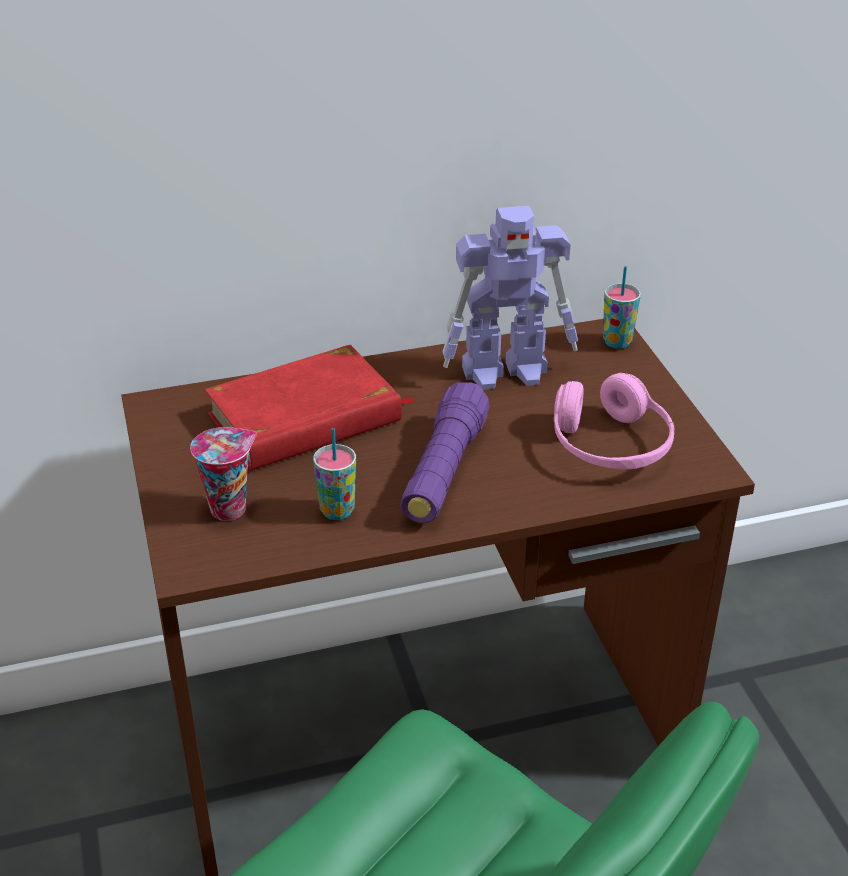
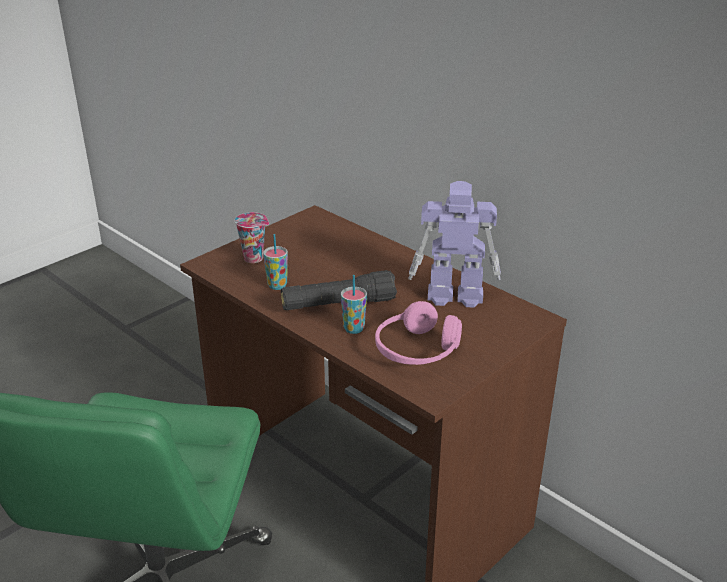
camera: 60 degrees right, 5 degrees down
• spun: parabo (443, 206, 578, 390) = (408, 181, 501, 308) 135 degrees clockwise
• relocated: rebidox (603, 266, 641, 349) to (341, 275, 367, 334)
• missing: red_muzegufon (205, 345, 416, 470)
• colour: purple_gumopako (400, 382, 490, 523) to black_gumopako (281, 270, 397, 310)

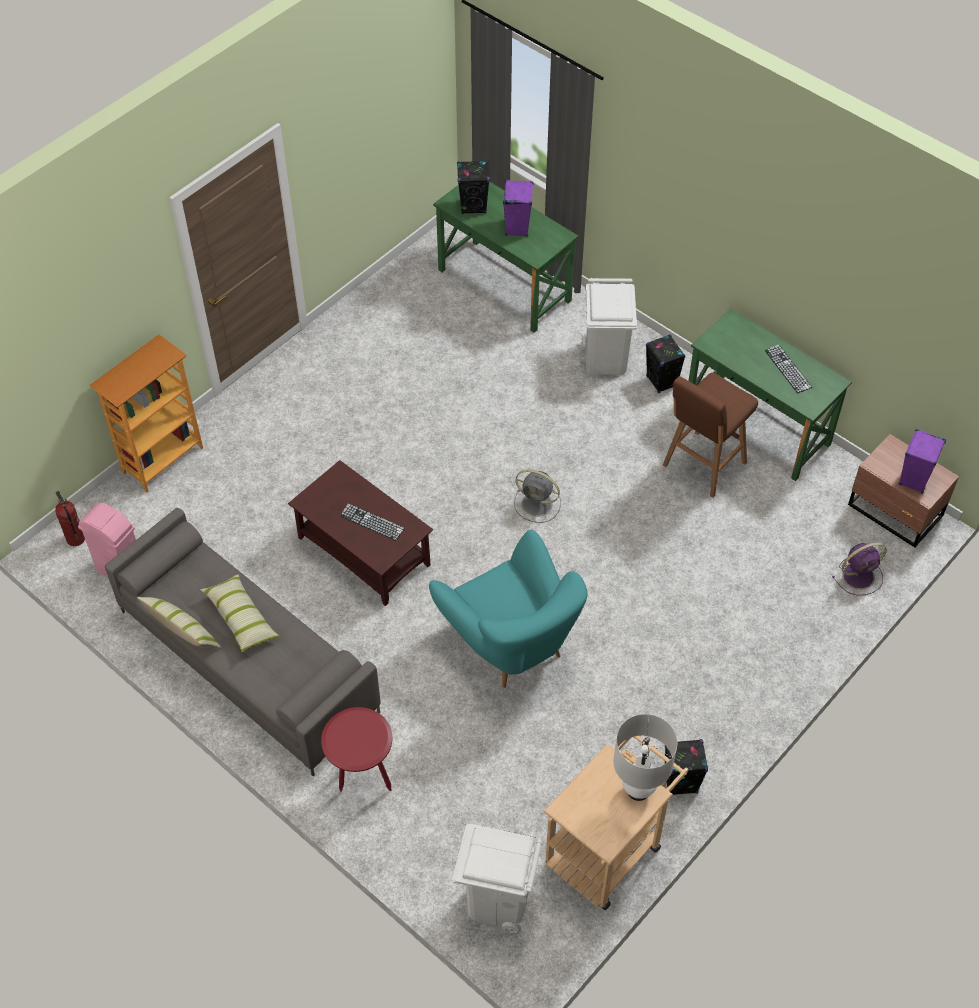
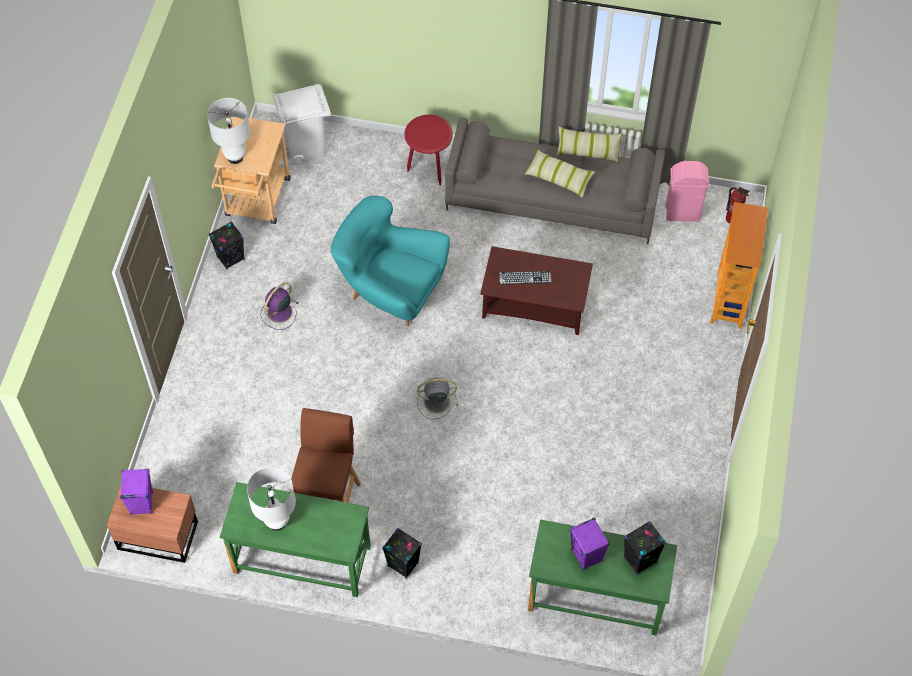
camera: 150 degrees right, 5 degrees up
• missing: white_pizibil (581, 278, 637, 375)
• exchanged: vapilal (765, 345, 812, 393) to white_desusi (247, 467, 296, 531)
• relocated: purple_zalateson (832, 542, 887, 595) to (261, 283, 298, 330)

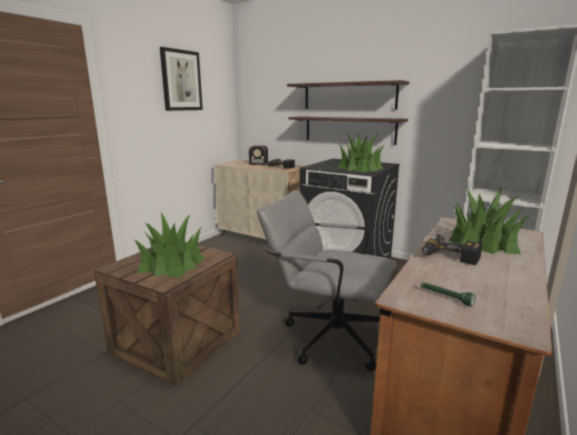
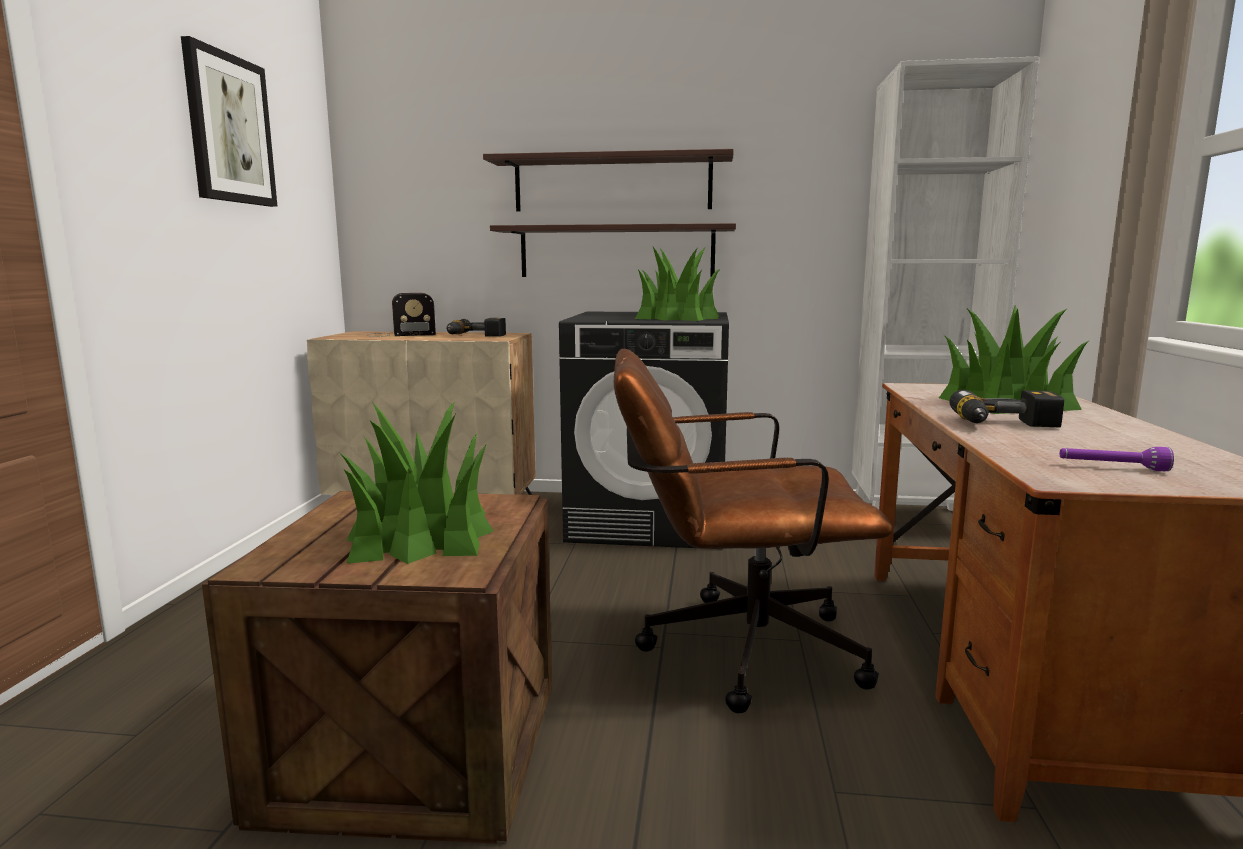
camera: 25 degrees left, 5 degrees down
• colour: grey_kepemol (257, 190, 396, 372) to brown_kepemol (614, 349, 893, 714)
• colour: green_gumopako (421, 282, 476, 307) to purple_gumopako (1060, 447, 1174, 471)

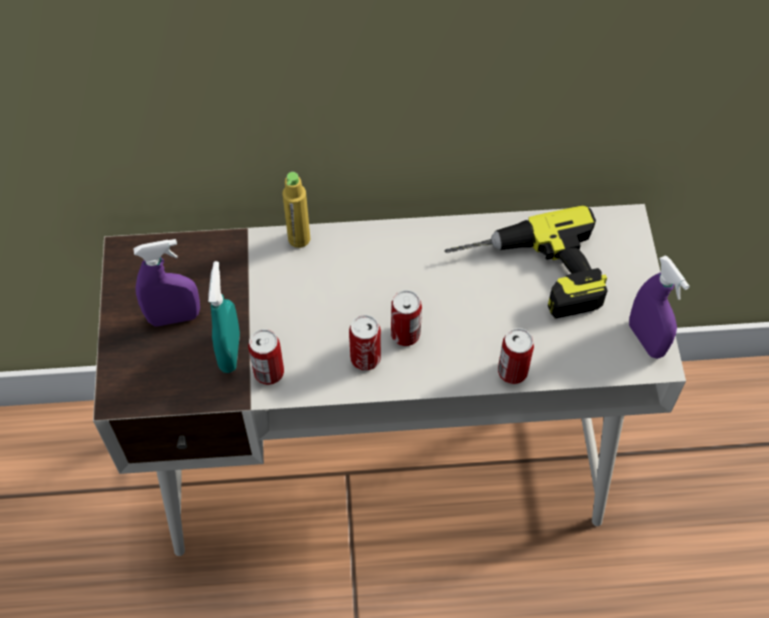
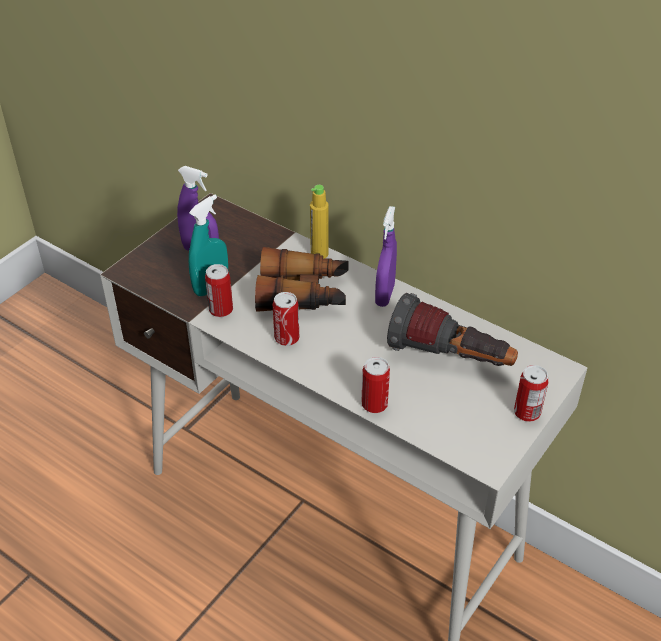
camera: 40 degrees right, 15 degrees down
• exchanged: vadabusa (444, 205, 608, 319) to gumopako (387, 293, 518, 366)
• relocated: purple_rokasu (629, 255, 690, 359) to (375, 206, 397, 307)
• relocated: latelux (391, 290, 422, 346) to (514, 365, 548, 422)
• appeared: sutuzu (255, 247, 349, 312)

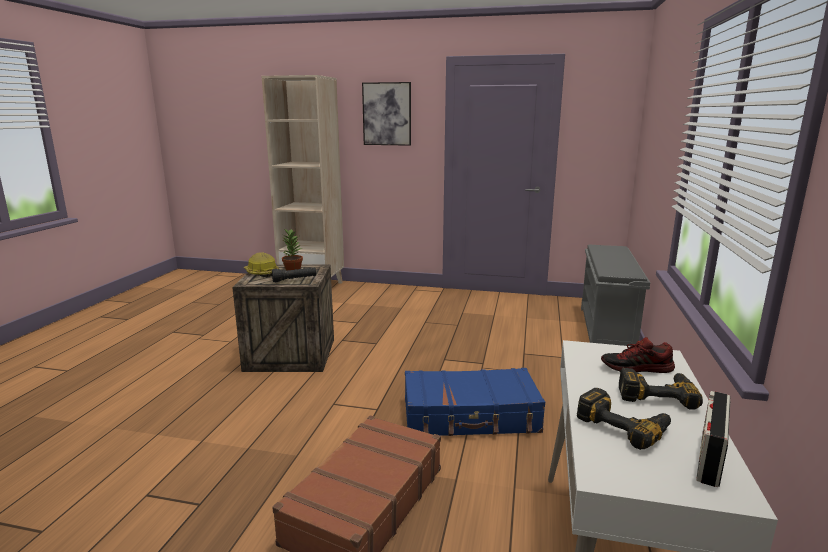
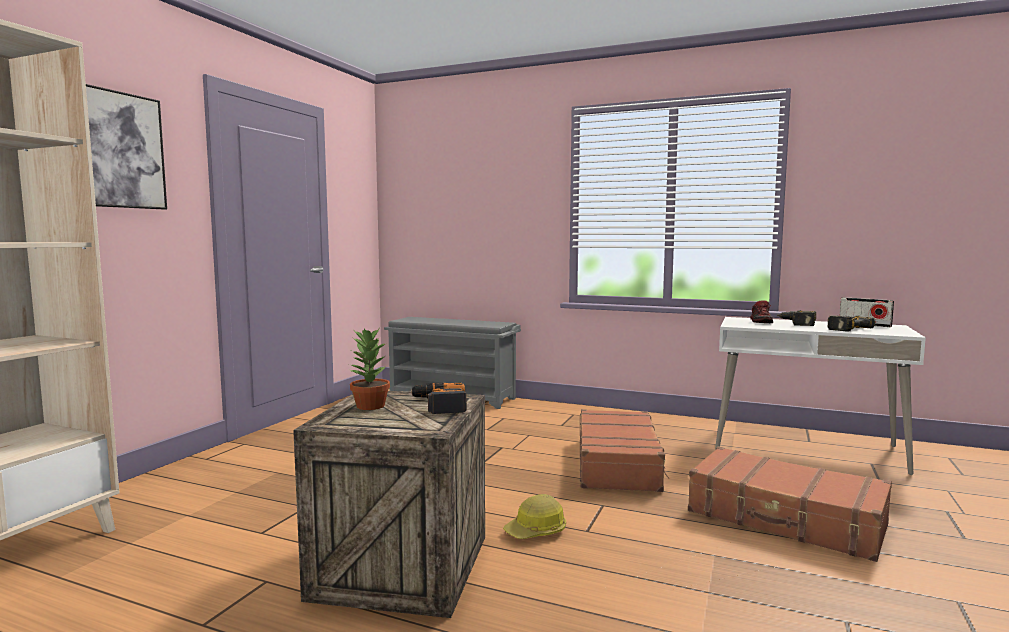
camera: 80 degrees left, 10 degrees down
• relocated: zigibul (244, 252, 279, 277) to (503, 494, 566, 539)
• exchanged: black_gumopako (272, 268, 316, 283) to vadabusa (409, 383, 467, 414)
• colour: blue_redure (405, 368, 545, 436) to brown_redure (580, 409, 669, 492)

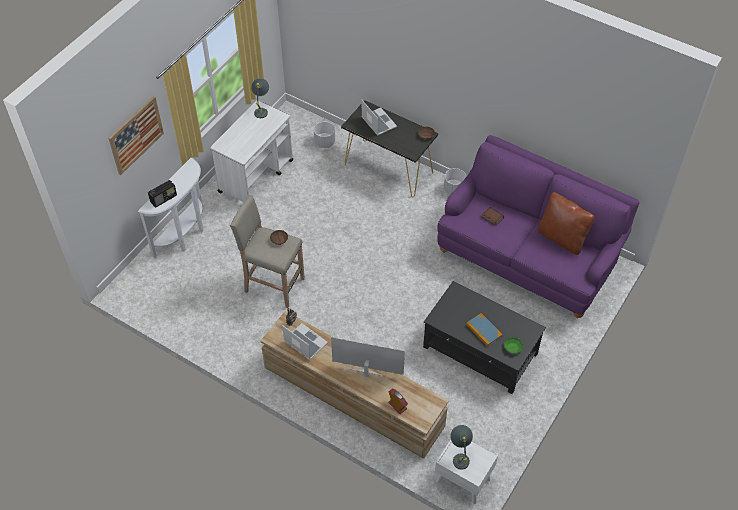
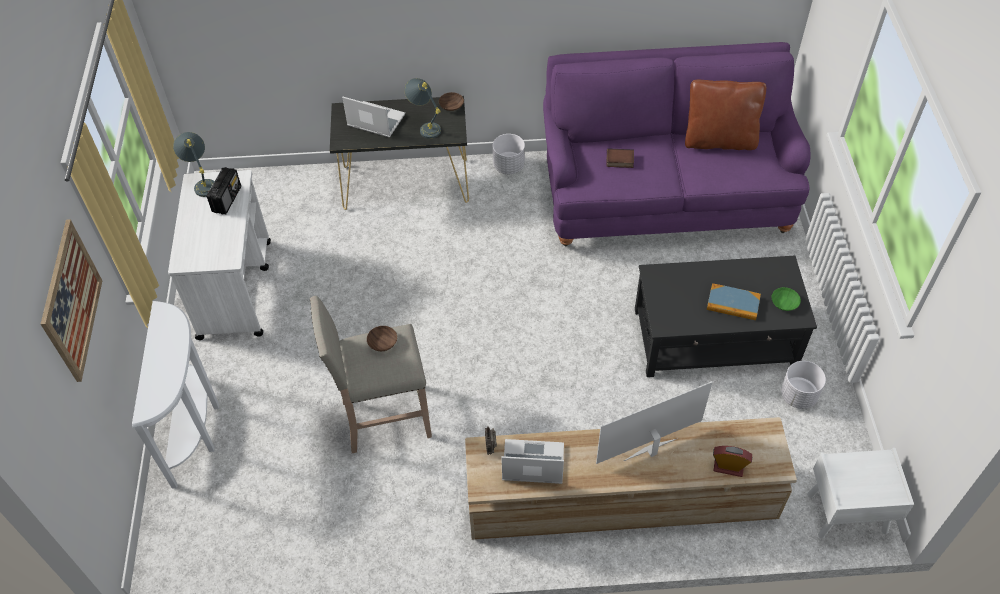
camera: 35 degrees left, 0 degrees up
• relocated: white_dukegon (314, 122, 335, 148) to (781, 361, 826, 409)
• relocated: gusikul (148, 180, 177, 208) to (207, 167, 241, 214)
• relocated: grey_desusi (450, 425, 473, 469) to (404, 78, 441, 139)

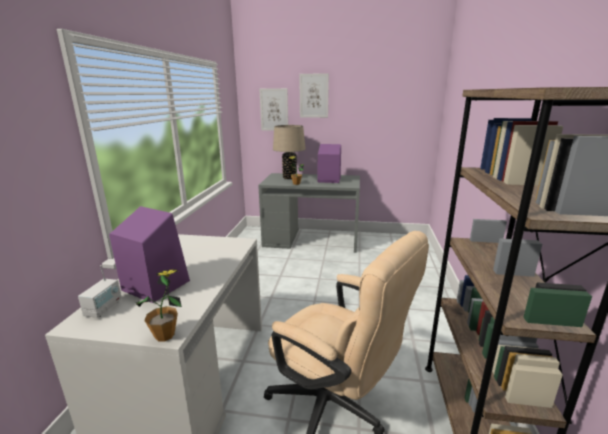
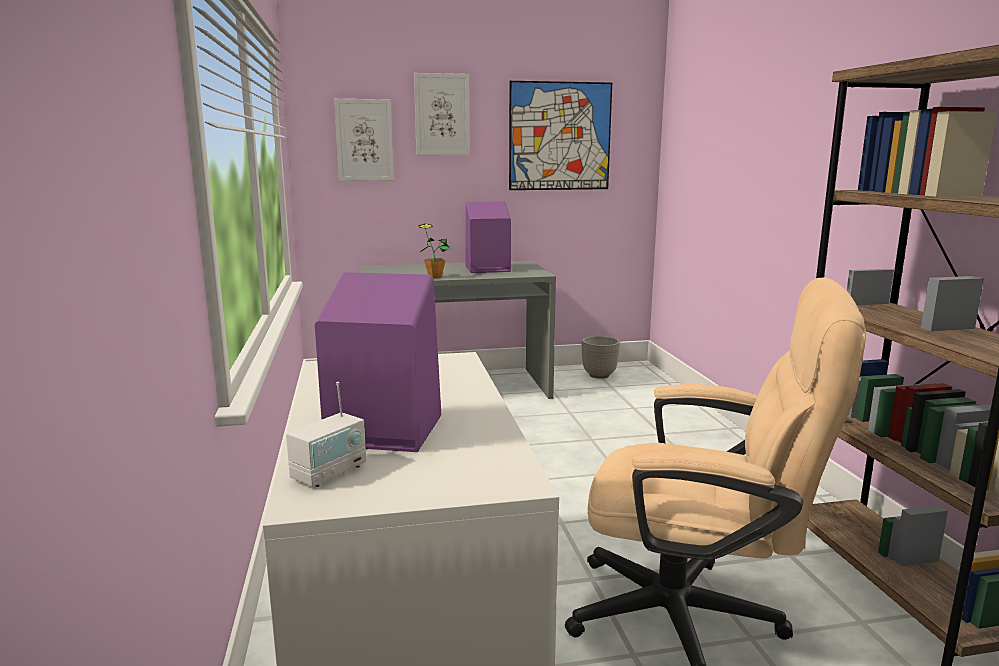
camera: 20 degrees left, 5 degrees down
• missing: beige_desusi (273, 125, 306, 179)
• spun: gusikul (78, 265, 122, 318) = (286, 382, 366, 487) 45 degrees clockwise
• missing: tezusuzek (136, 269, 182, 342)
• appeared: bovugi (509, 81, 612, 190)
• appeared: dukegon (582, 336, 620, 379)

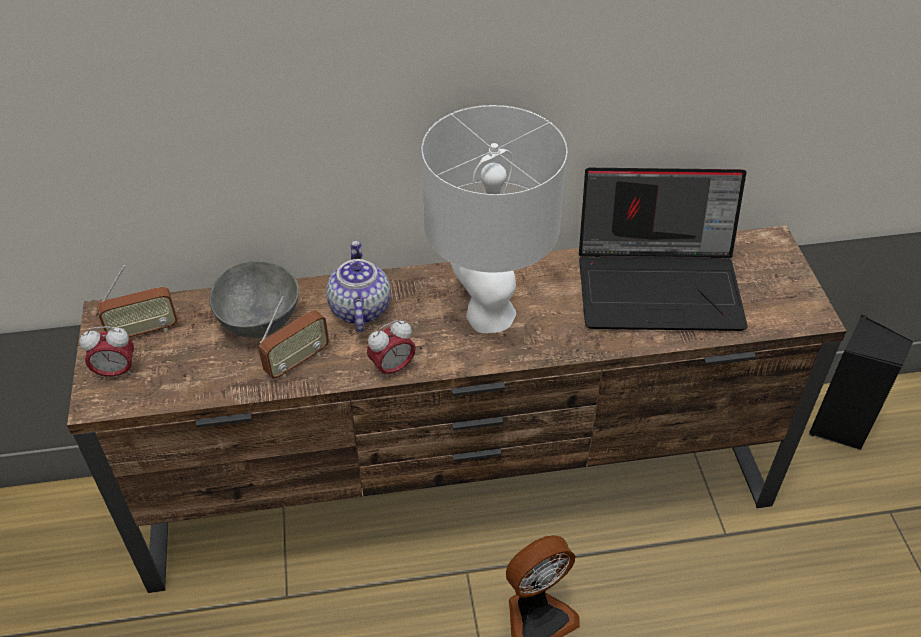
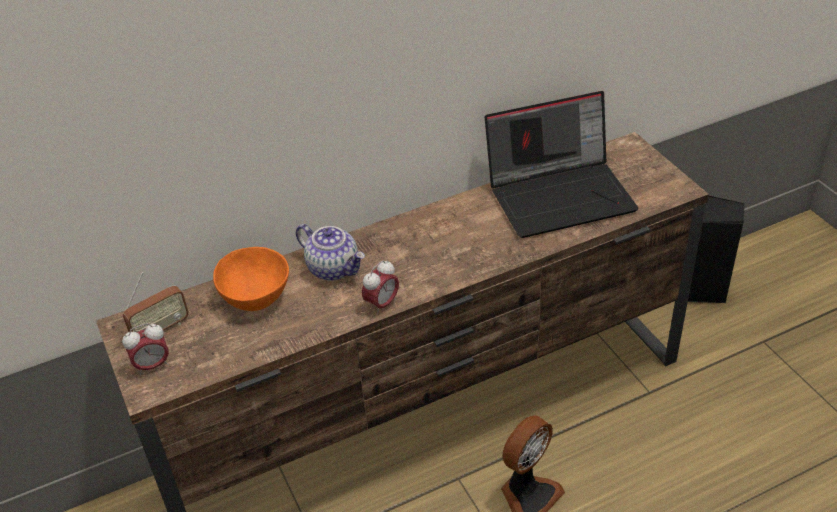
camera: 15 degrees left, 5 degrees down
• missing: white_desusi (422, 105, 567, 333)
• spun: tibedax (326, 240, 391, 332) = (296, 224, 365, 281) 150 degrees clockwise
• colour: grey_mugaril (209, 261, 299, 338) to orange_mugaril (213, 247, 289, 311)
• missing: gusikul (258, 296, 329, 379)

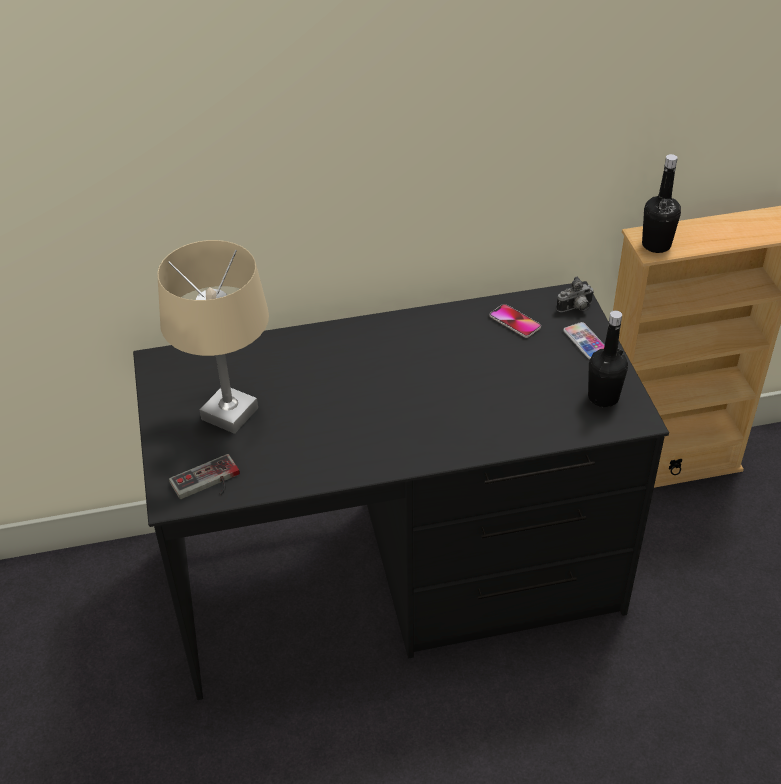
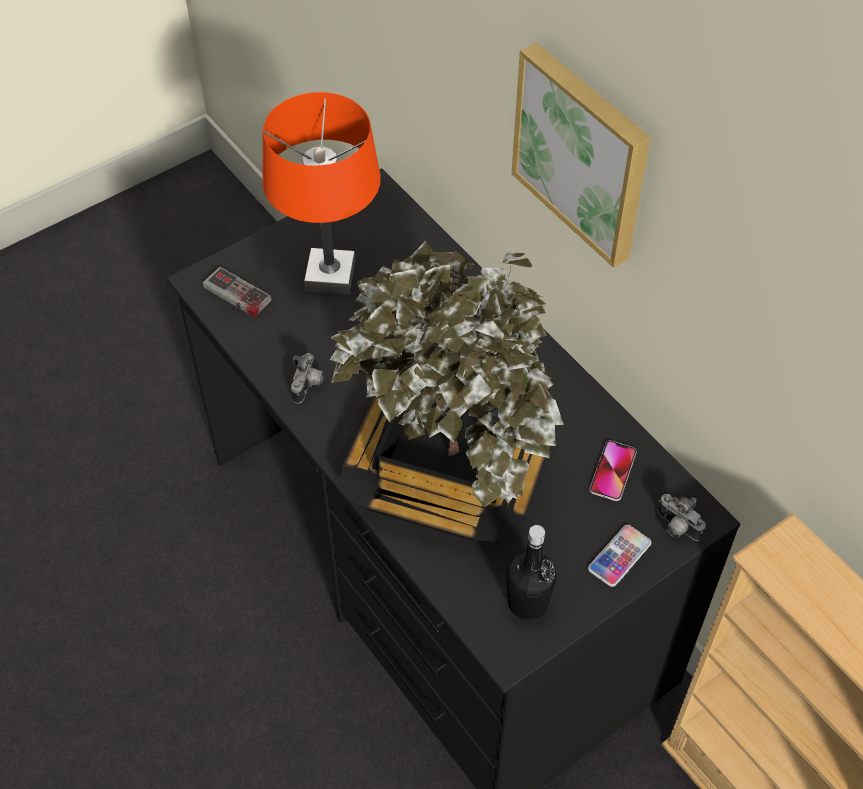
camera: 65 degrees right, 10 degrees up
• missing: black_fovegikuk (642, 154, 681, 253)
• colour: beige_desusi (157, 240, 269, 434) to orange_desusi (262, 92, 381, 295)
• appeared: bovugi (512, 42, 650, 268)
• appeared: tezusuzek (330, 241, 564, 542)
• appeared: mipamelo (291, 353, 324, 404)

